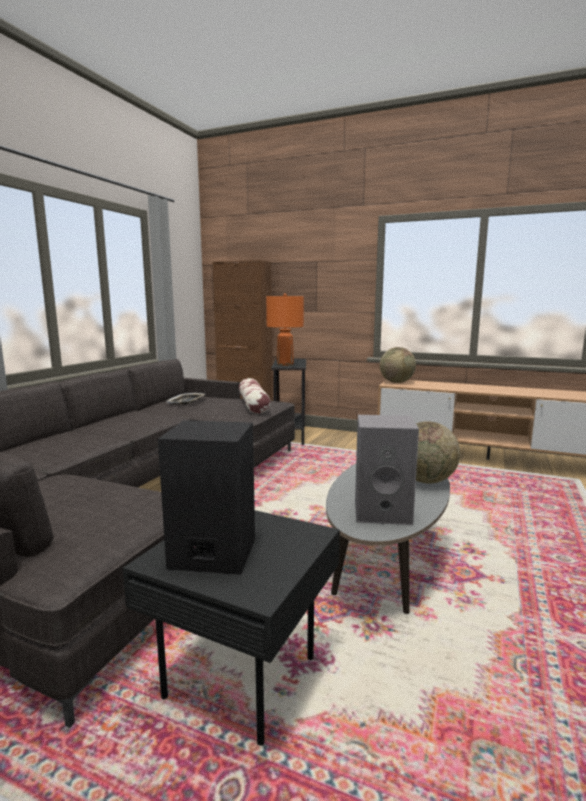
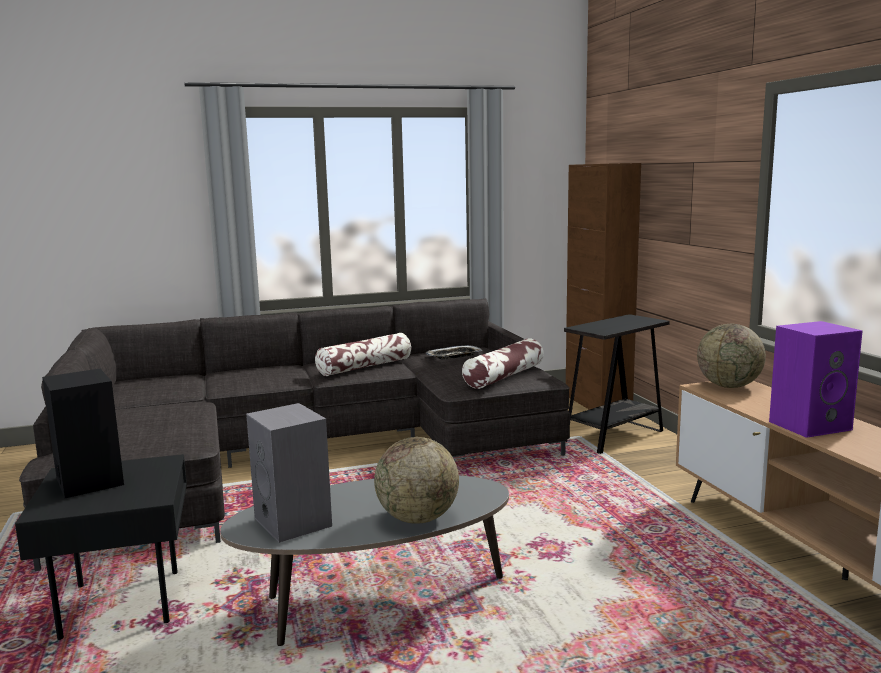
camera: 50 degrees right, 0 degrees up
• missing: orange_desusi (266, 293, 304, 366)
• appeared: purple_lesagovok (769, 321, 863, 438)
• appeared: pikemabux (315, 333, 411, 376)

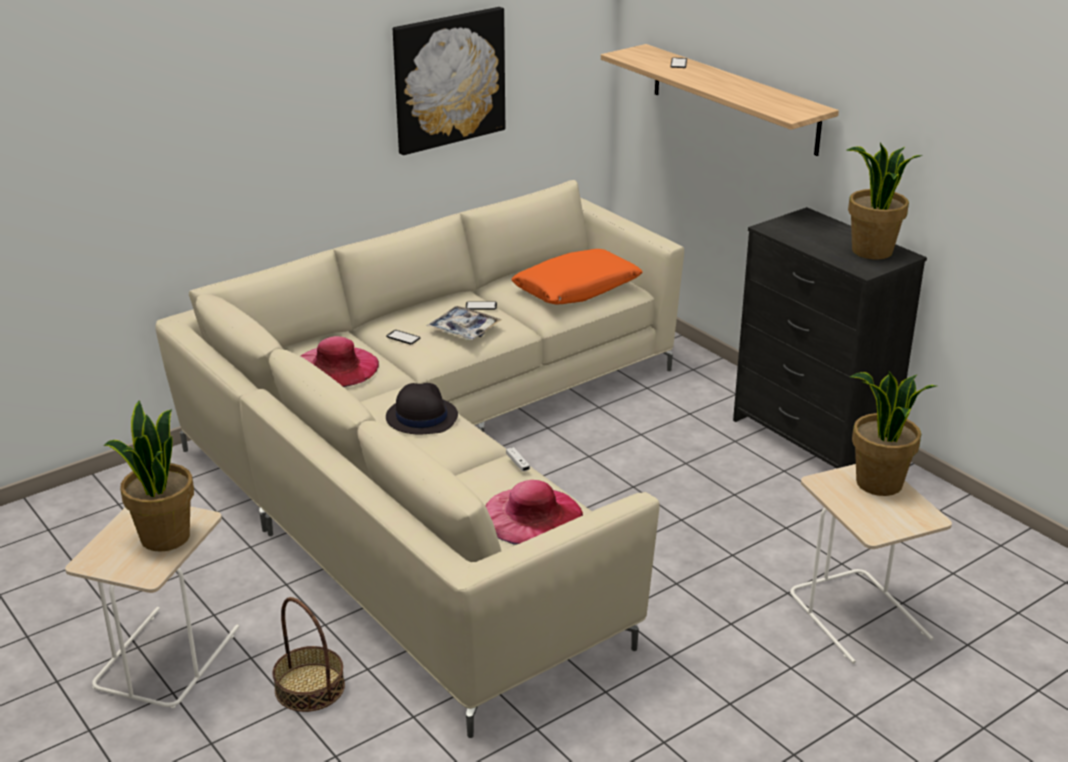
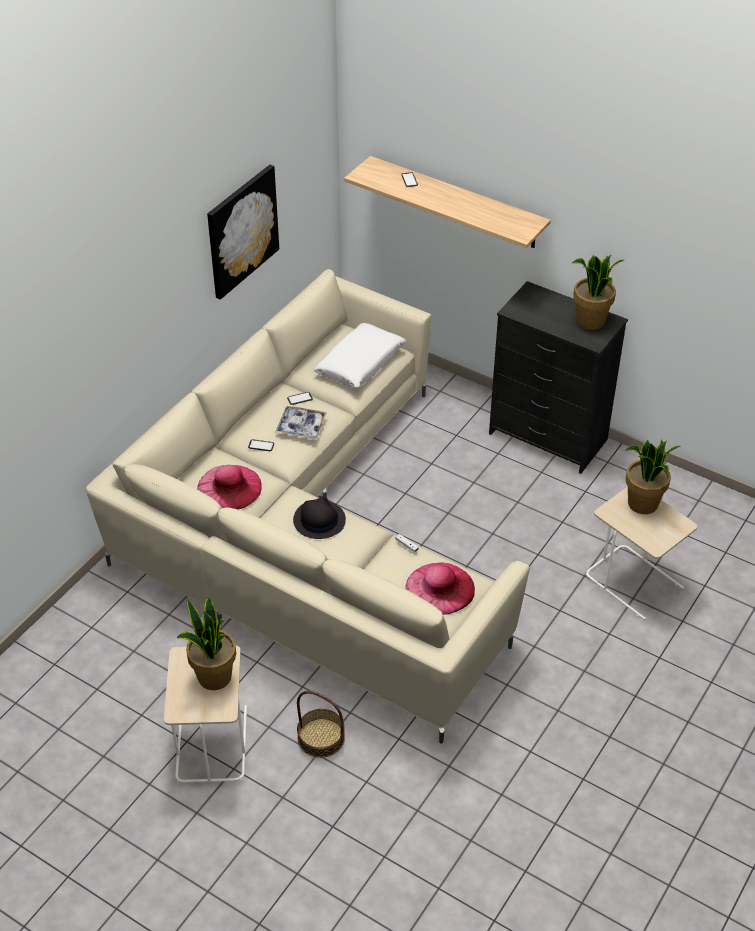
camera: 20 degrees left, 15 degrees up
• colour: orange_pikemabux (511, 249, 643, 304) to white_pikemabux (313, 323, 406, 388)

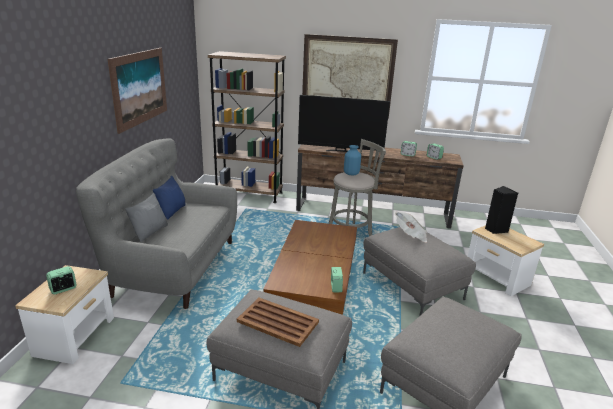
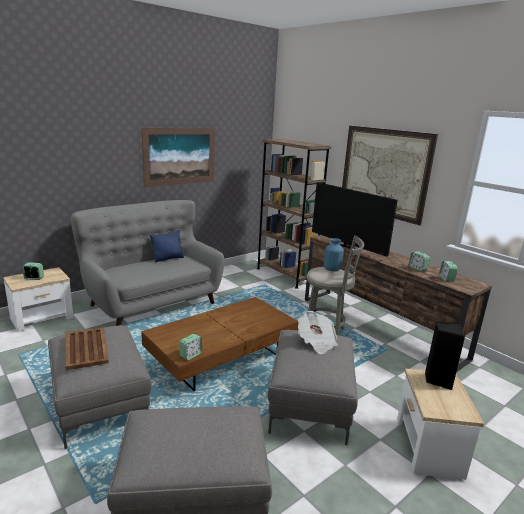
camera: 40 degrees right, 5 degrees down
• missing: grey_pikemabux (125, 193, 168, 242)

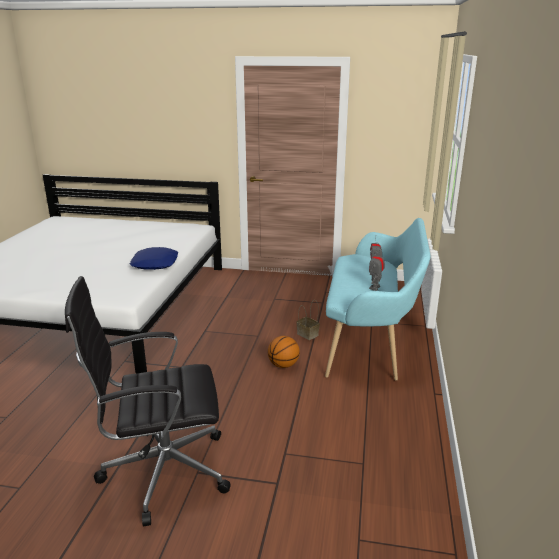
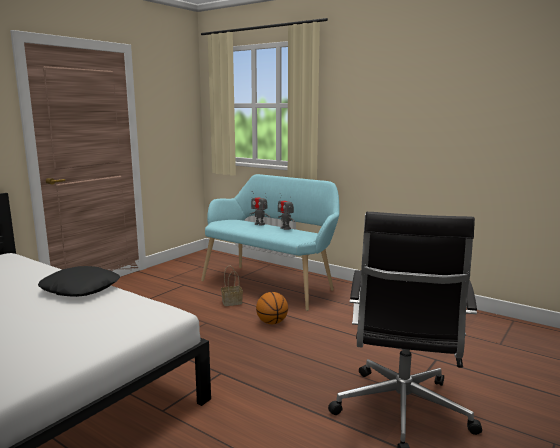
camera: 65 degrees left, 10 degrees down
• colour: blue_pikemabux (130, 247, 178, 270) to black_pikemabux (38, 266, 120, 297)

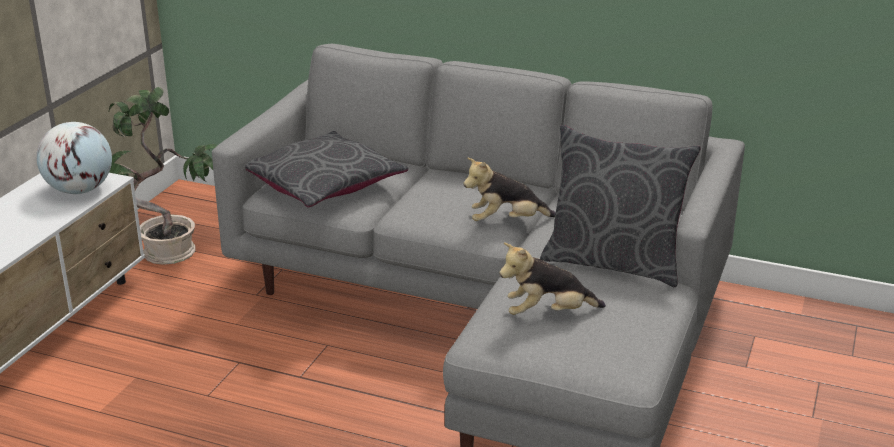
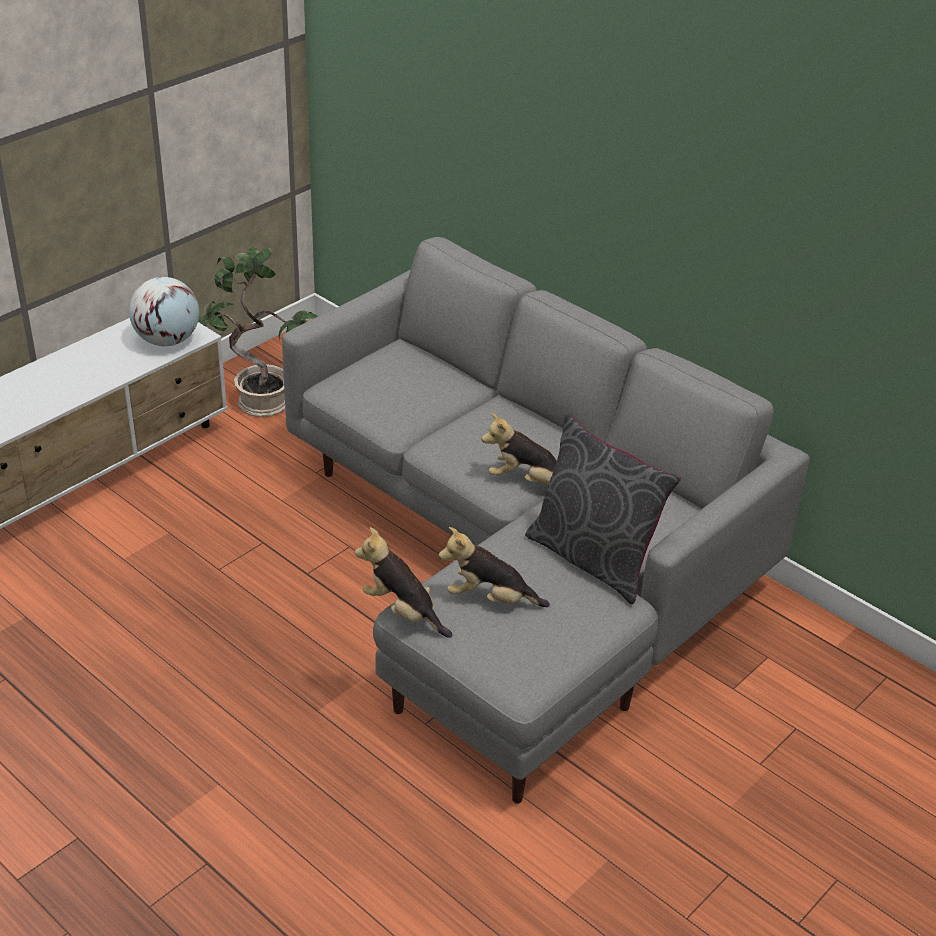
camera: 20 degrees right, 10 degrees up
• missing: grey_pikemabux (245, 131, 408, 207)
• appeared: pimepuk (355, 527, 453, 638)

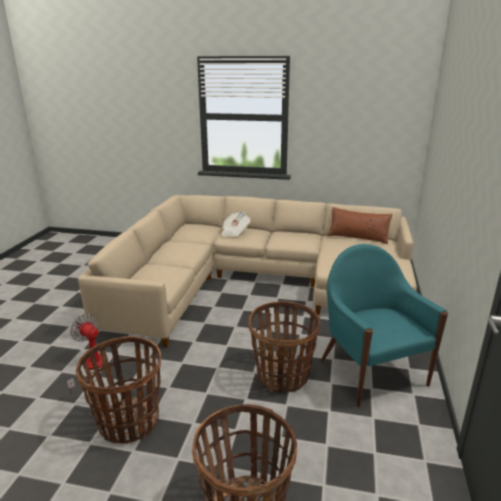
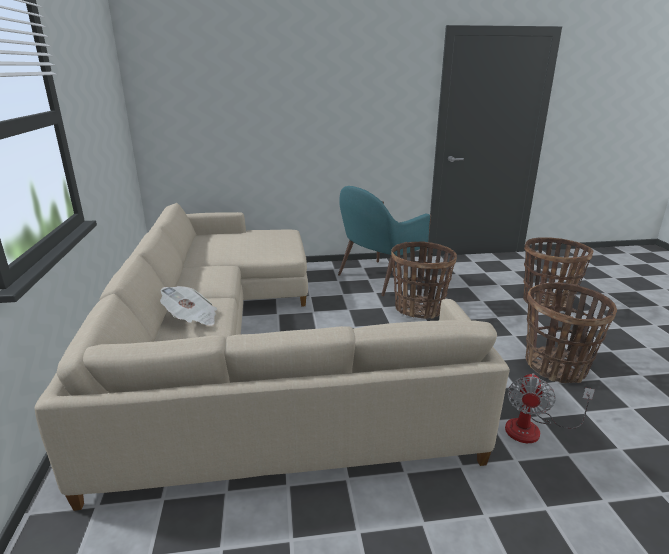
camera: 110 degrees left, 0 degrees up
• missing: brown_pikemabux (328, 207, 392, 244)

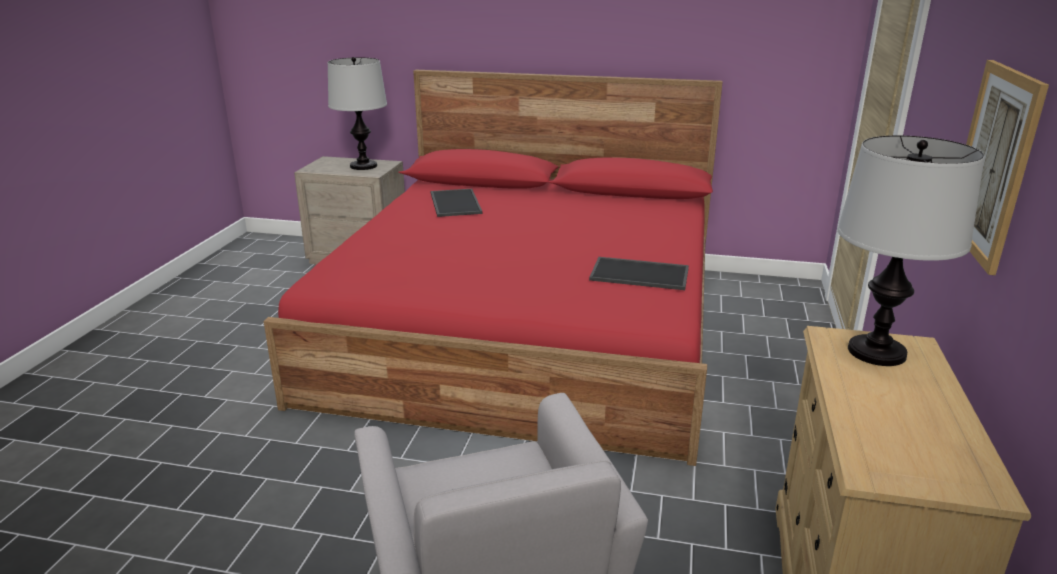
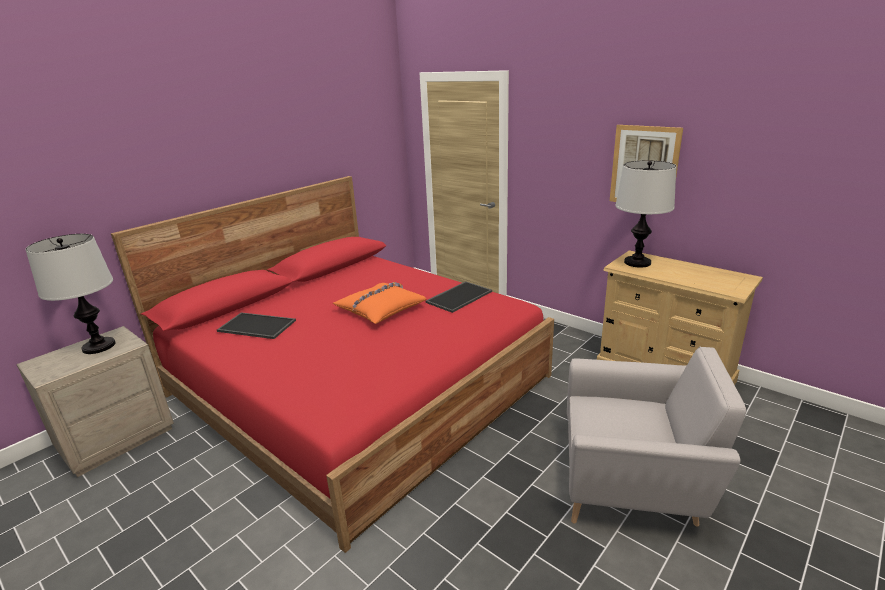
camera: 60 degrees left, 0 degrees up
• appeared: orange_pikemabux (333, 282, 426, 324)

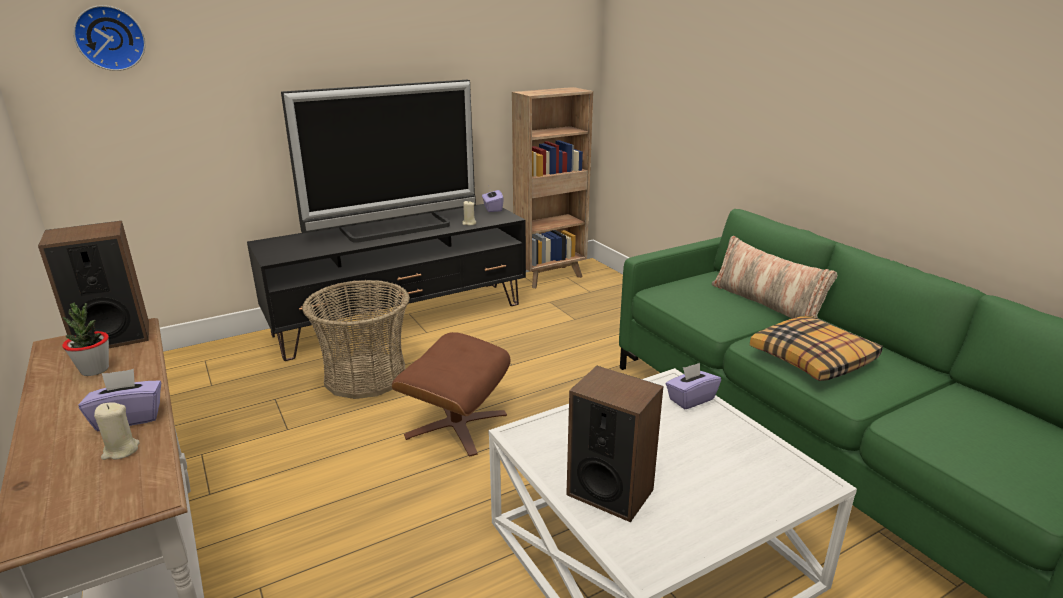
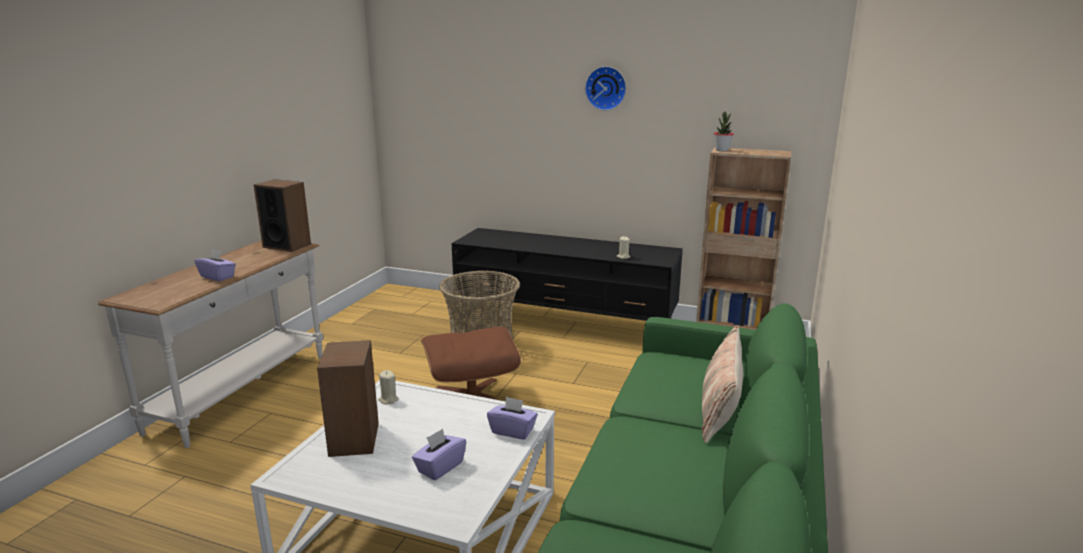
camera: 50 degrees right, 5 degrees down
• relocated: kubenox (73, 5, 146, 71) to (585, 66, 626, 111)
• missing: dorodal (281, 80, 476, 243)
• relocated: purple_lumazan (482, 190, 504, 212) to (412, 429, 466, 480)
• relocated: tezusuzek (62, 302, 109, 376) to (714, 112, 734, 151)
• missing: pikemabux (750, 315, 883, 381)
• relocated: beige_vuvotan (94, 402, 140, 460) to (378, 370, 399, 404)

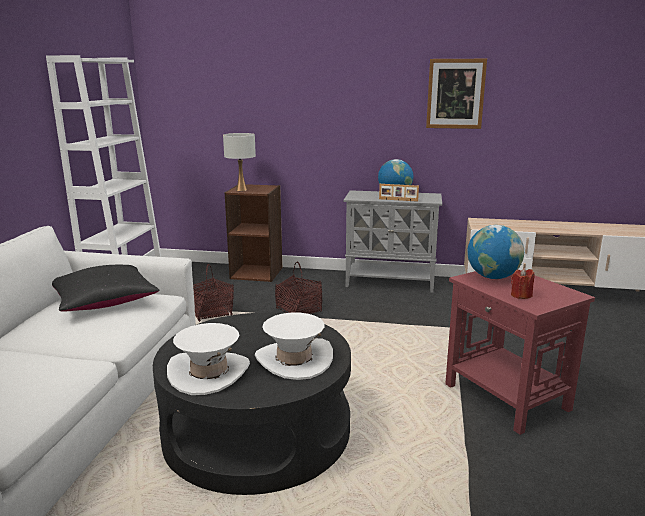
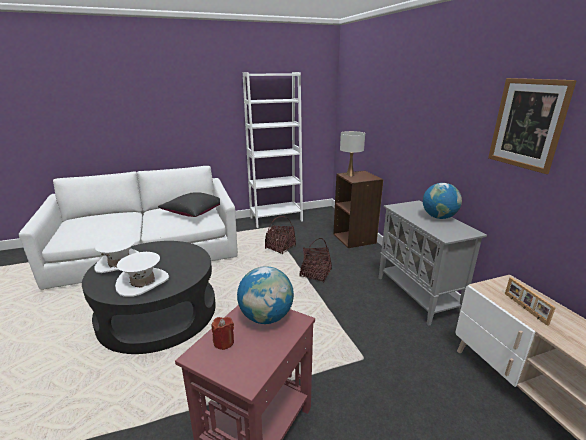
camera: 60 degrees right, 5 degrees up
• relocated: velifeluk (379, 184, 419, 202) to (505, 277, 556, 326)

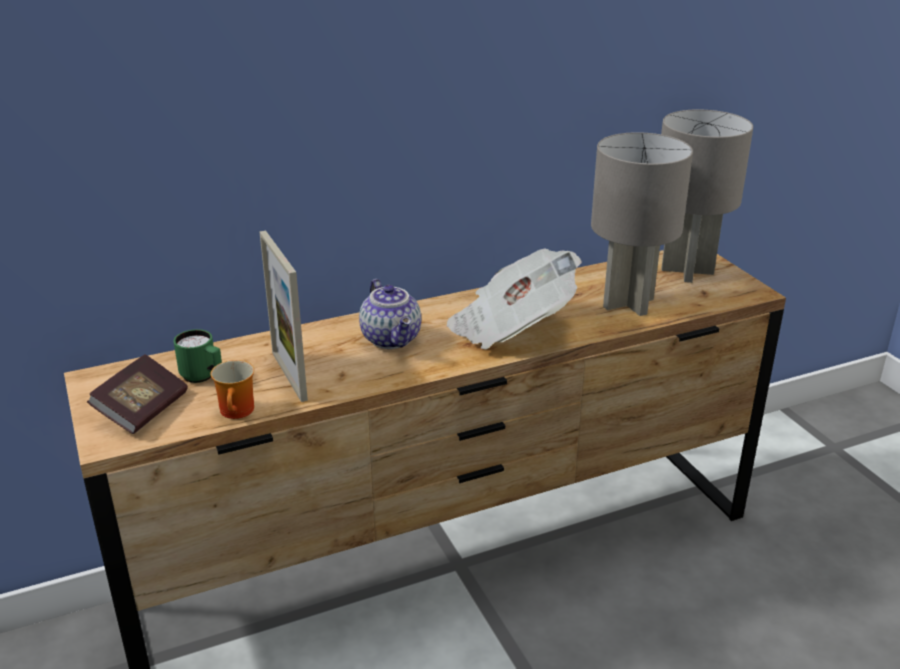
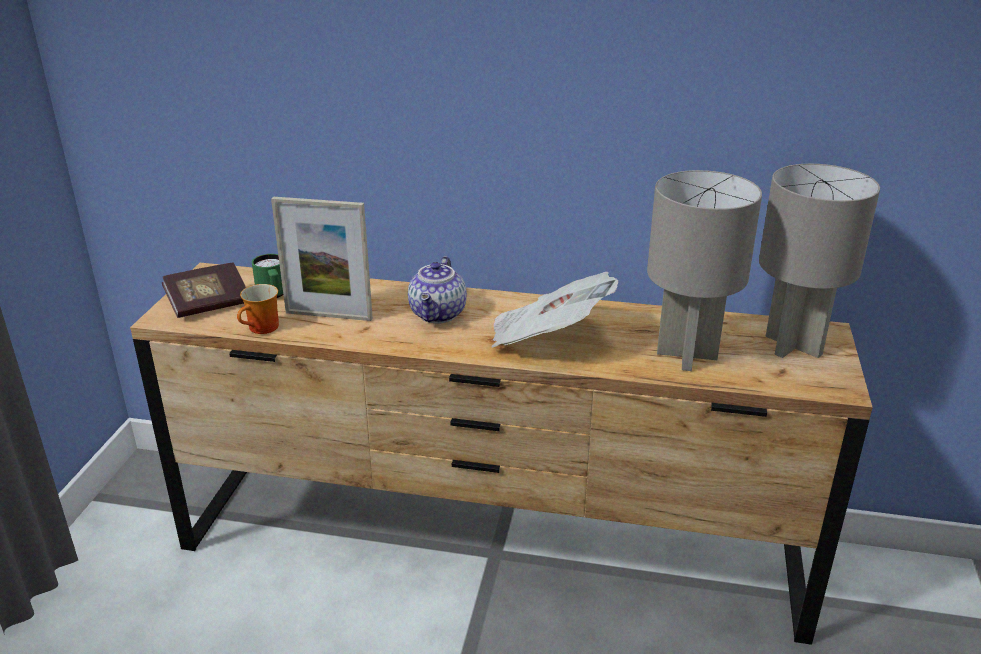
camera: 35 degrees right, 0 degrees up
• spun: velifeluk (259, 231, 308, 402) = (271, 197, 373, 321) 90 degrees counterclockwise

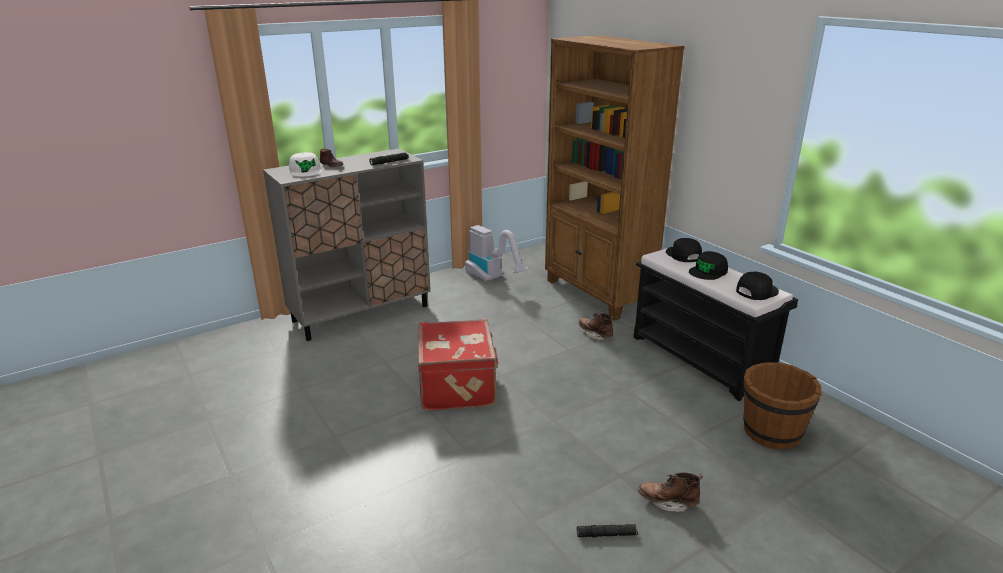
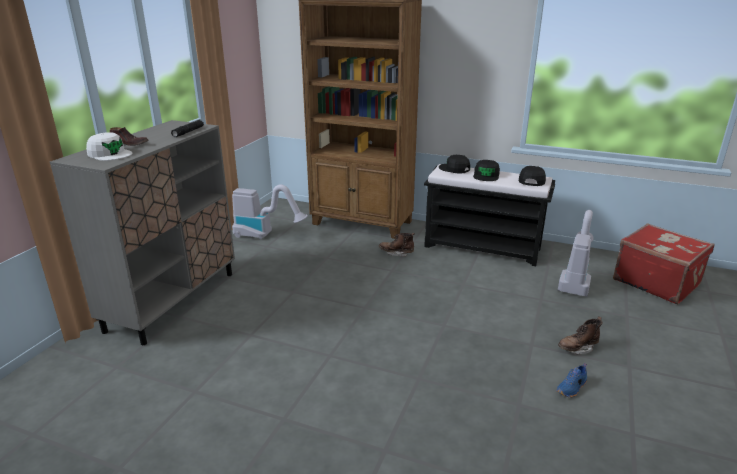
camera: 35 degrees left, 0 degrees up
• relocated: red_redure (418, 319, 499, 411) to (613, 223, 715, 304)
• exchanged: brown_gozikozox (743, 362, 822, 449) to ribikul (557, 210, 594, 297)
• exchanged: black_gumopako (577, 524, 638, 538) to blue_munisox (556, 363, 587, 397)

